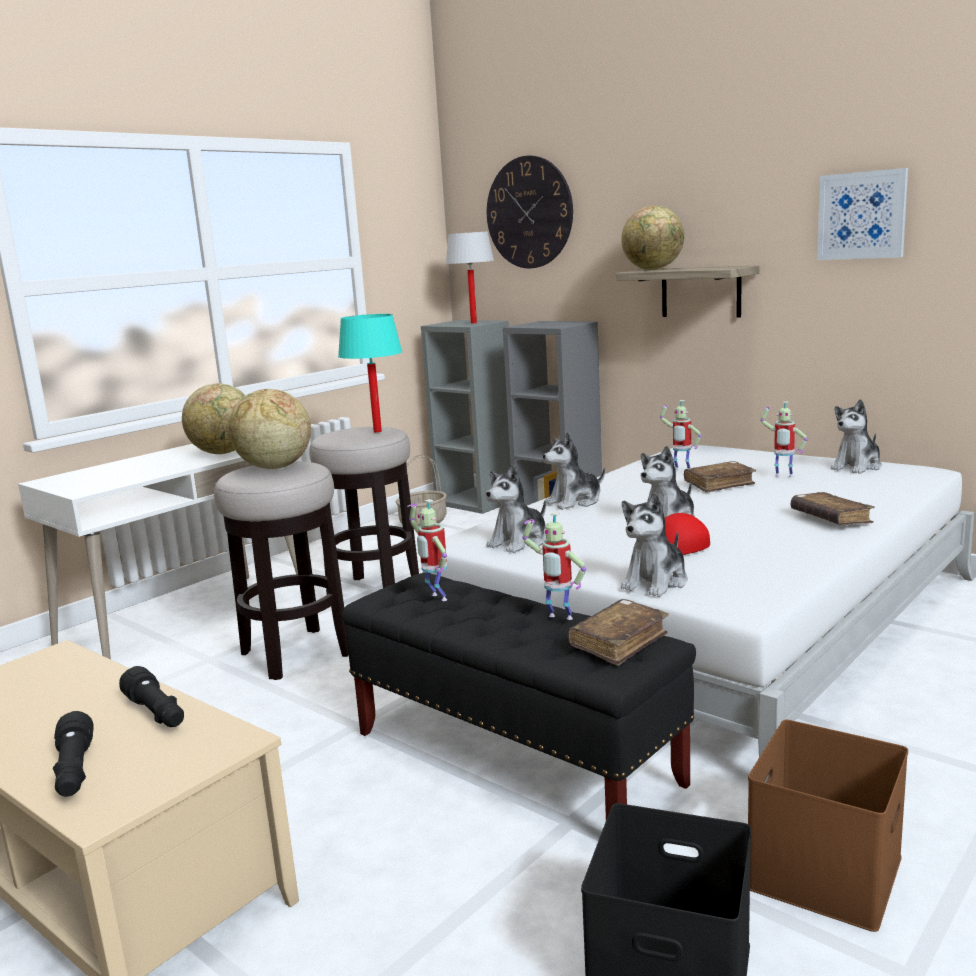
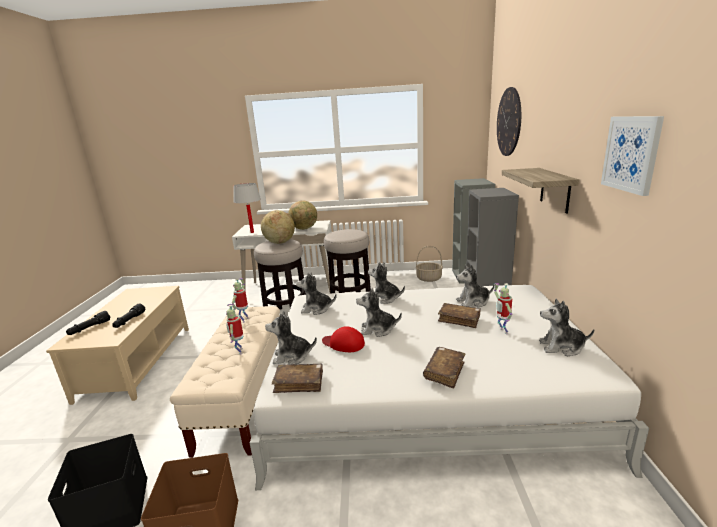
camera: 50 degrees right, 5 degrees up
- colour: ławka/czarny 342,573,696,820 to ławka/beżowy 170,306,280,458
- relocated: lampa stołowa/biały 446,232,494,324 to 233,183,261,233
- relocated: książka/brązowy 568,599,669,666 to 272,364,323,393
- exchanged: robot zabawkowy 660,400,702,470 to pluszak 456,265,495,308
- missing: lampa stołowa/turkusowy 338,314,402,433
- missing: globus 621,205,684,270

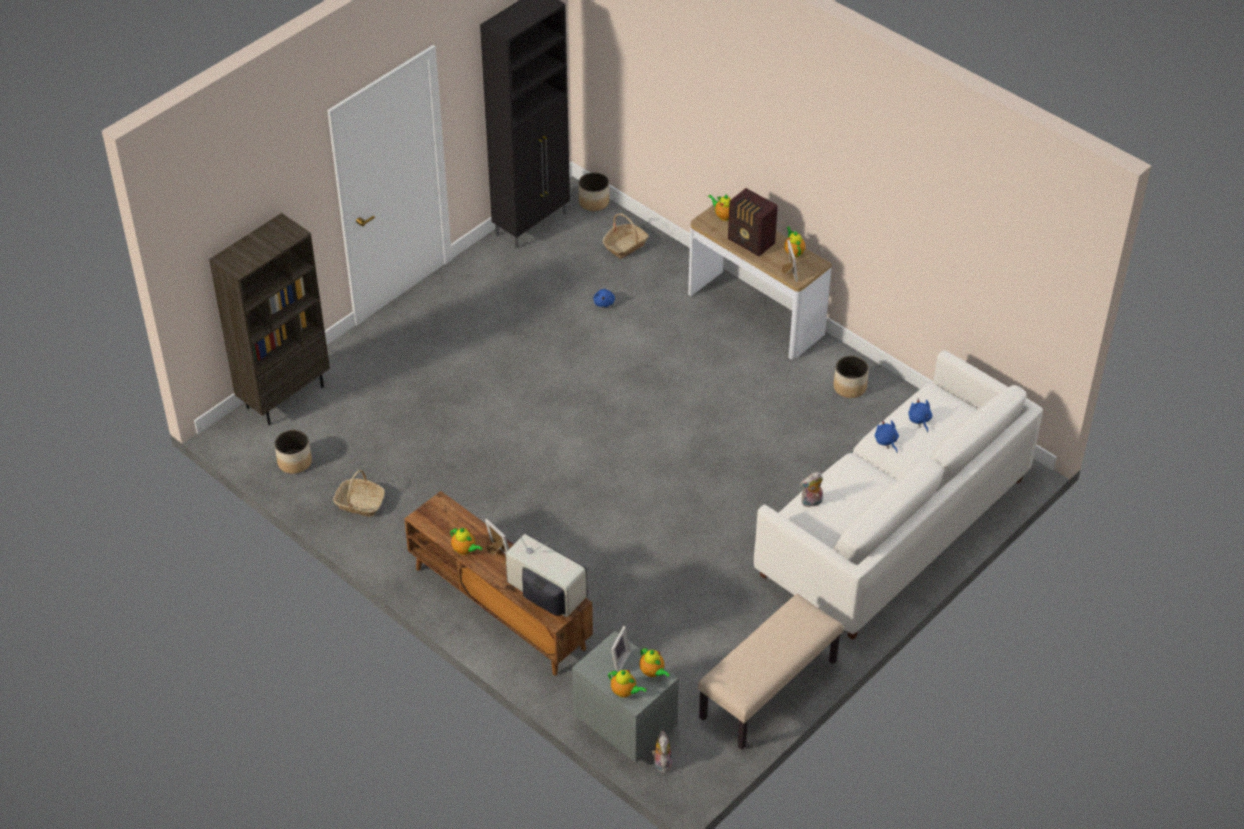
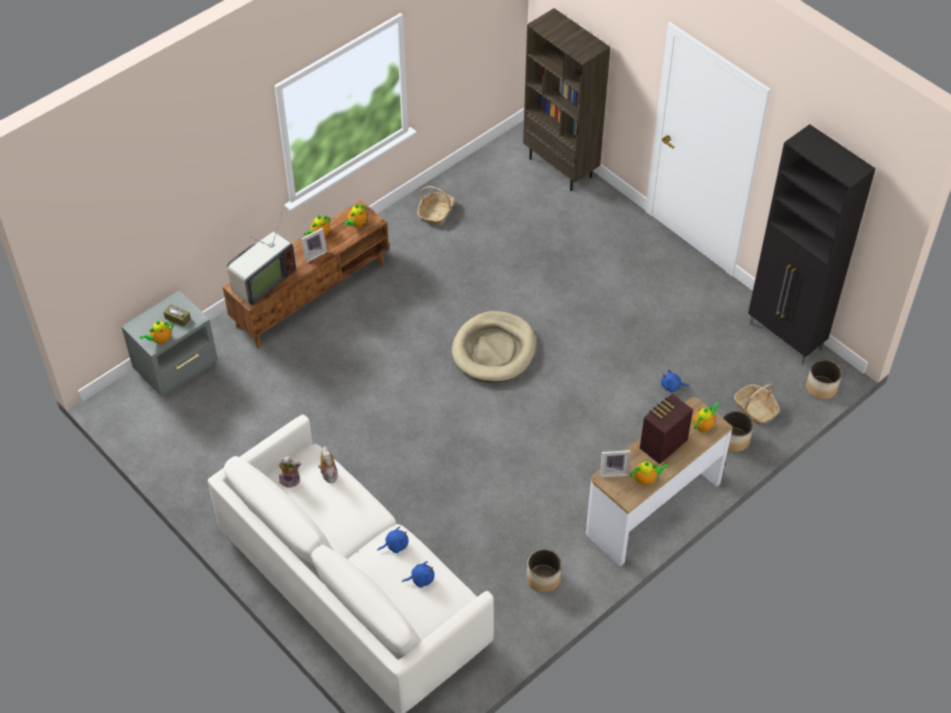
camera: 95 degrees right, 5 degrees up
- exchanged: ramka na zdjęcie 611,626,631,672 to pudełko chusteczek/brązowy 163,304,191,327
- relocated: pluszak 652,730,672,774 to 278,457,301,488
- relocated: imbryk 608,669,647,698 to 344,204,367,228
- appeared: legowisko/beżowy 452,311,536,382
- relocated: donica 274,430,312,474 to 723,411,753,452
- missing: ławka/beżowy 698,594,843,750

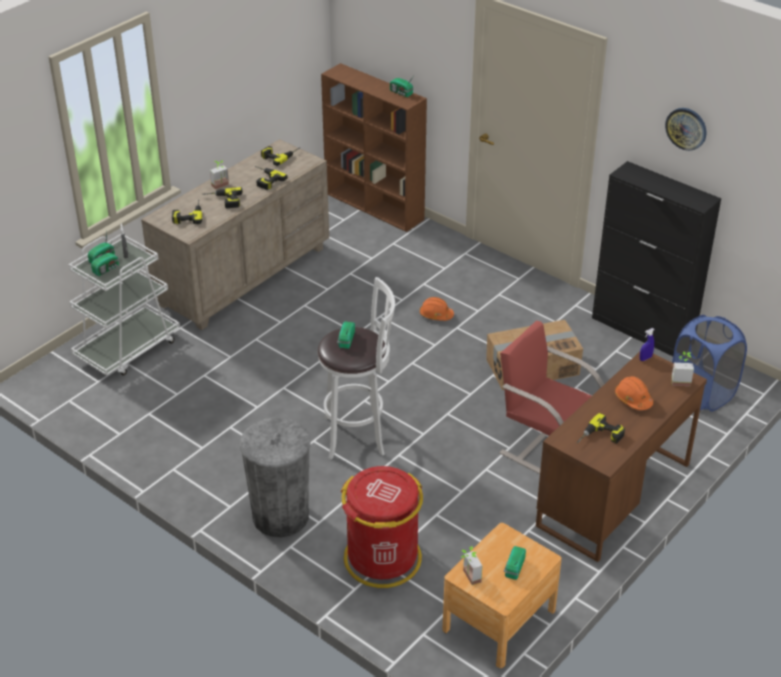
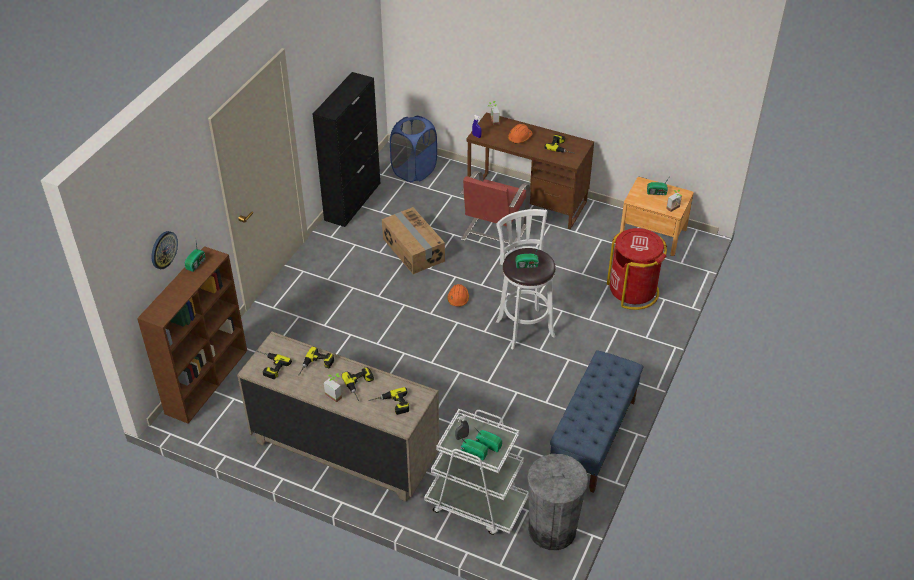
camera: 105 degrees left, 5 degrees up
- relocated: zegar ścienny 665,108,706,151 to 151,231,178,269
- relocated: kask/pomarańczowy 420,297,454,321 to 448,284,469,307
- relocated: kosz na śmieci/szary 240,417,311,537 to 527,454,588,550
- appeared: ławka/niebieski 550,350,643,493

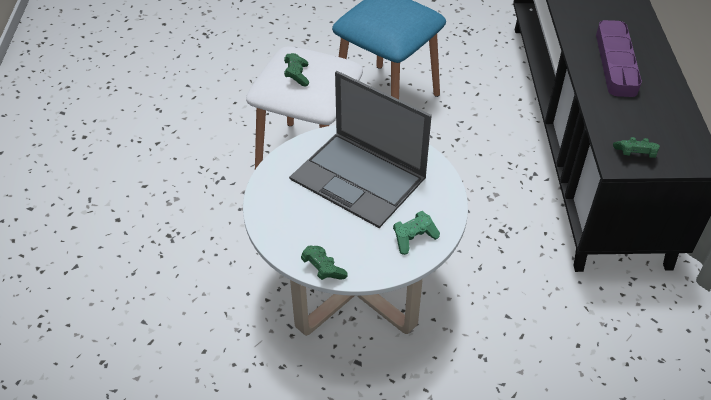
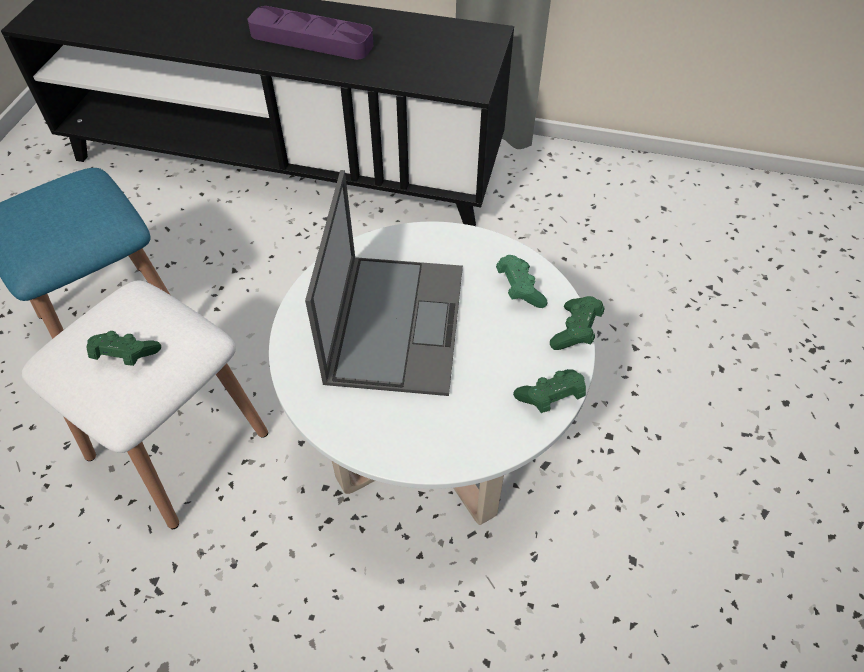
camera: 75 degrees left, 5 degrees up
- spun: laptop 289,71,432,228 = 305,170,463,396 45 degrees counterclockwise
- relocated: pad do gier/zielony 613,137,660,158 to 550,296,604,350

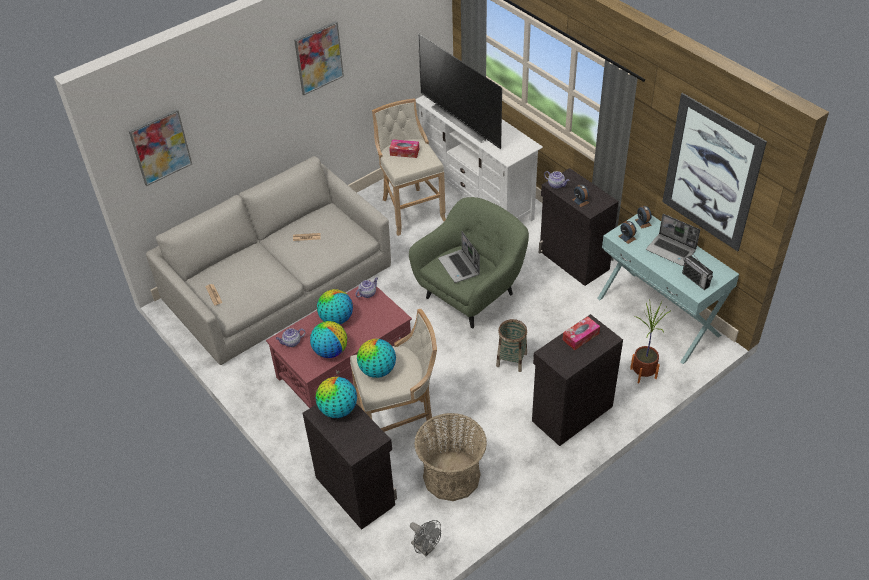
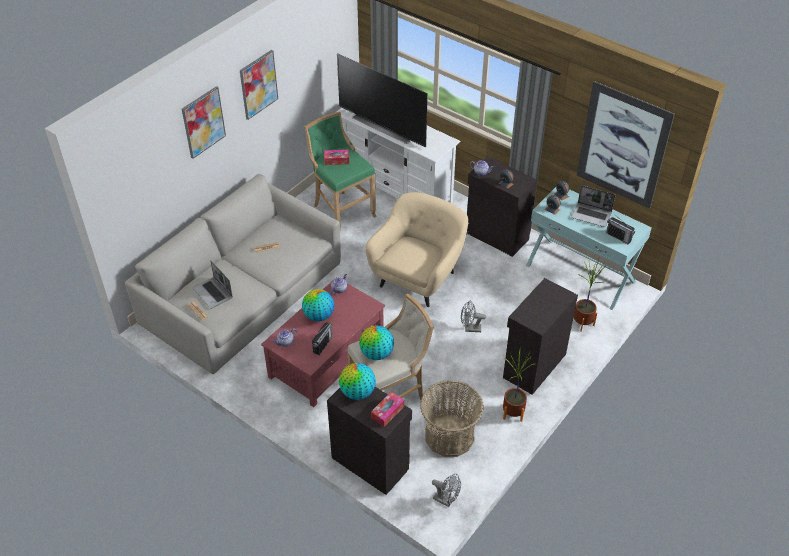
camera: 15 degrees left, 0 degrees up
- relocated: obraz 129,109,192,186 to 182,86,226,159
- relocated: laptop 438,231,480,283 to 193,260,233,309
- colour: stołek/beżowy 372,98,446,236 to stołek/zielony 305,112,377,228
- exchanged: globus 310,321,347,358 to radio 312,322,333,355
- colour: fotel/zielony 409,197,529,328 to fotel/beżowy 365,192,468,307
- relocated: pudełko chusteczek 563,316,600,350 to 371,392,404,427
- exchanged: koszyk 496,319,527,372 to wentylator/szary 461,300,486,332
- appeared: roślina doniczkowa 503,346,537,422

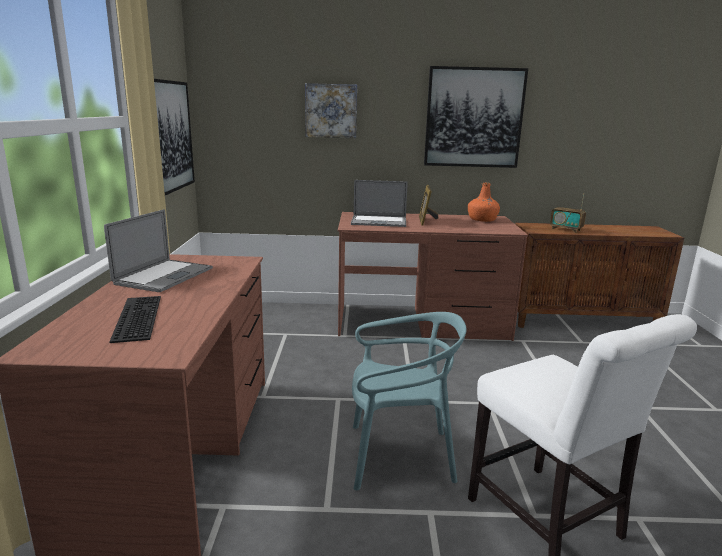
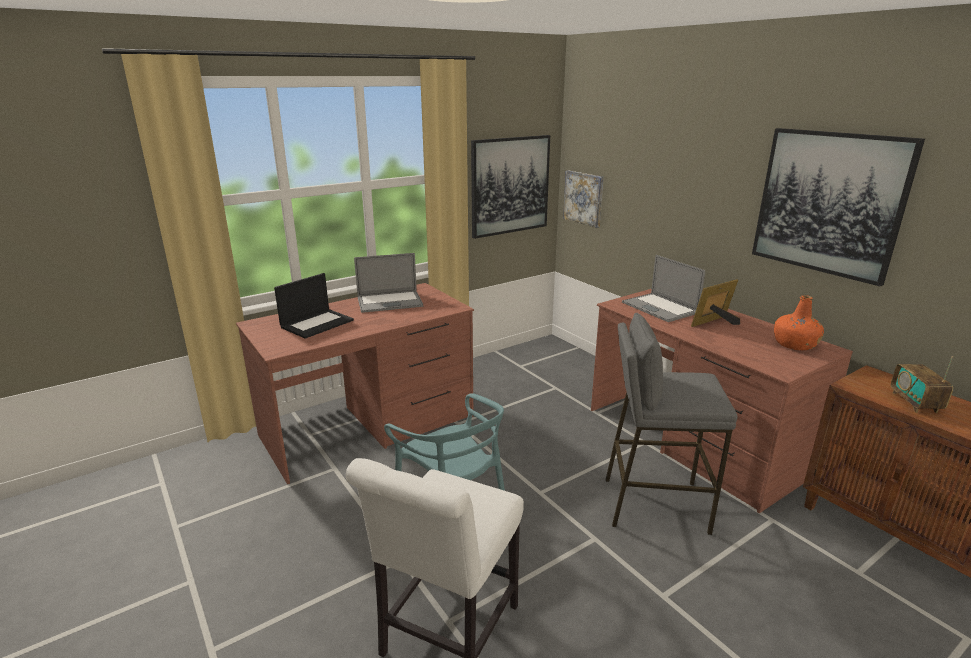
camera: 55 degrees right, 5 degrees up
- exchanged: klawiatura 109,296,161,343 to laptop 274,273,354,339
- relocated: obraz 305,83,357,138 to 563,170,604,228
- appeared: stołek/szary 605,313,737,535

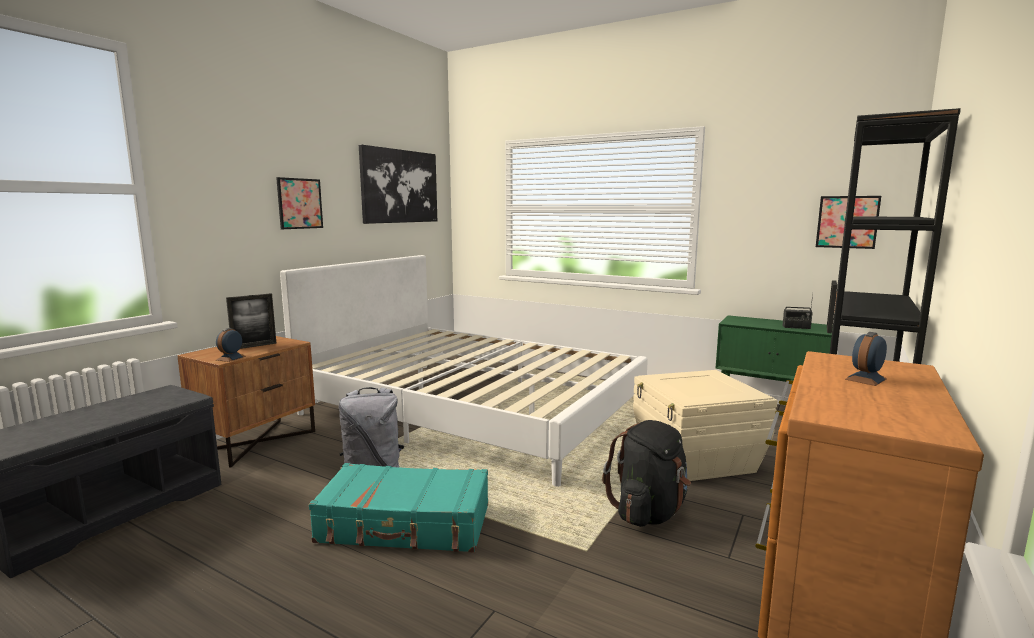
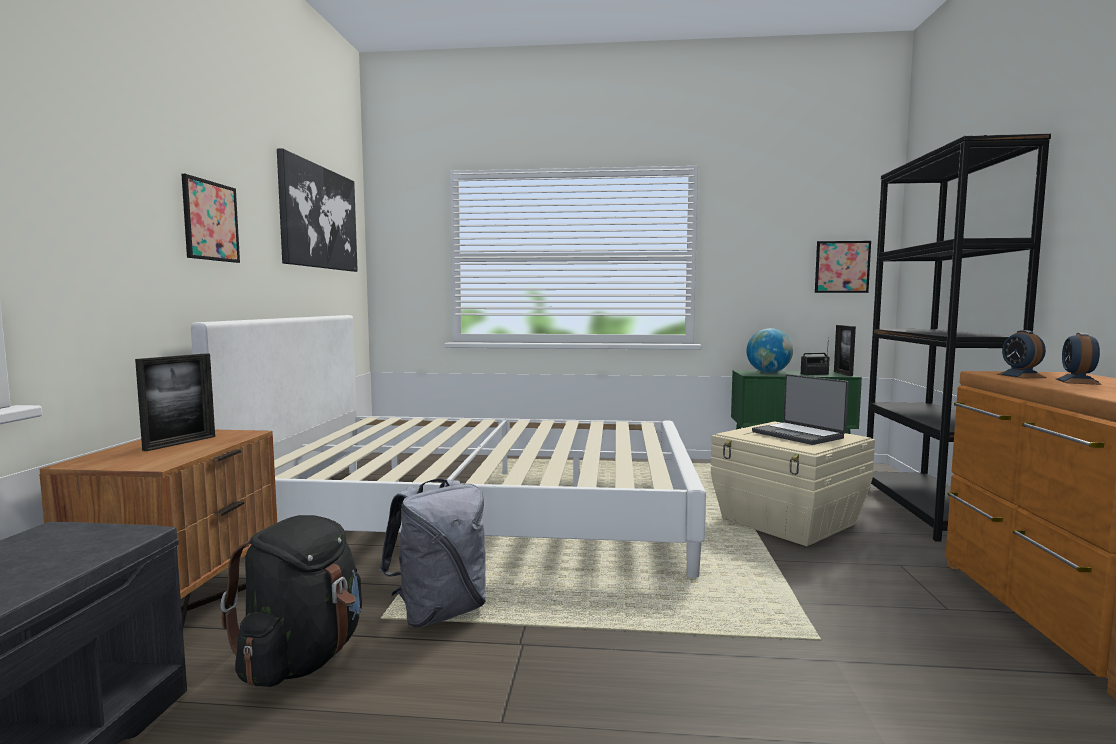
camera: 25 degrees left, 5 degrees down
- relocated: plecak/czarny 602,420,691,527 to 220,515,362,687
- appeared: globus 746,328,793,373
- appeared: laptop 752,374,849,445
- relocated: budzik 216,328,246,362 to 997,330,1047,378
- missing: walizka/turkusowy 309,463,488,553

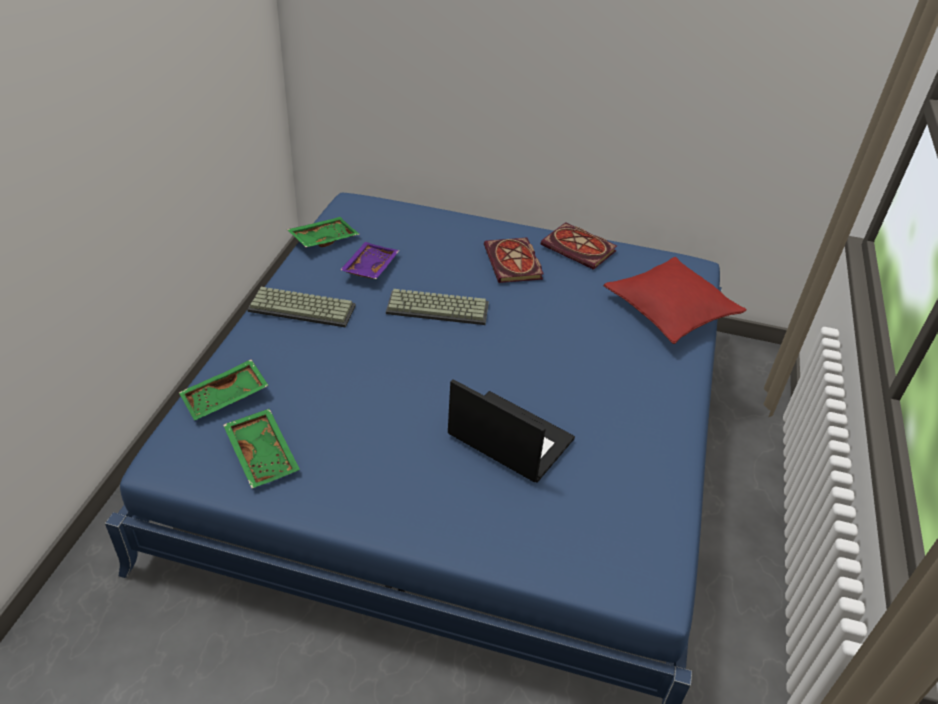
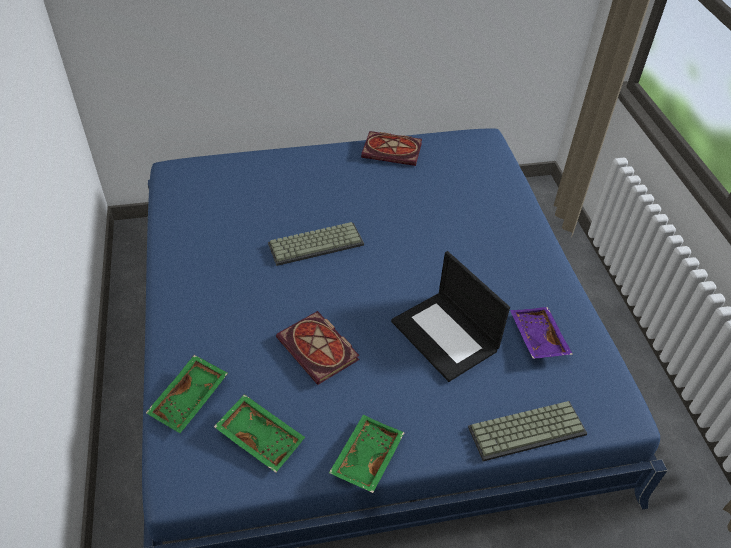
camera: 25 degrees left, 5 degrees up
- relocated: książka 484,238,544,283 to 276,311,359,385
- relocated: taca/zielony 287,217,359,247 to 329,415,404,493
- spun: laptop 448,379,575,483 = 391,251,510,382 135 degrees counterclockwise
- relocated: klawiatura 247,287,356,328 to 468,401,588,461
- relocated: taca/fioletowy 340,242,399,279 to 510,307,573,359
- missing: poduszka/czerwony 603,257,747,344

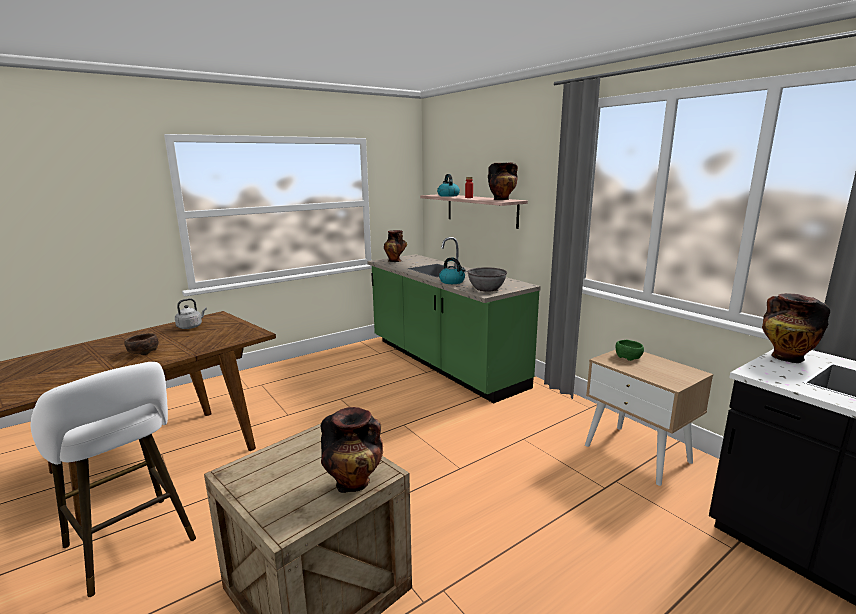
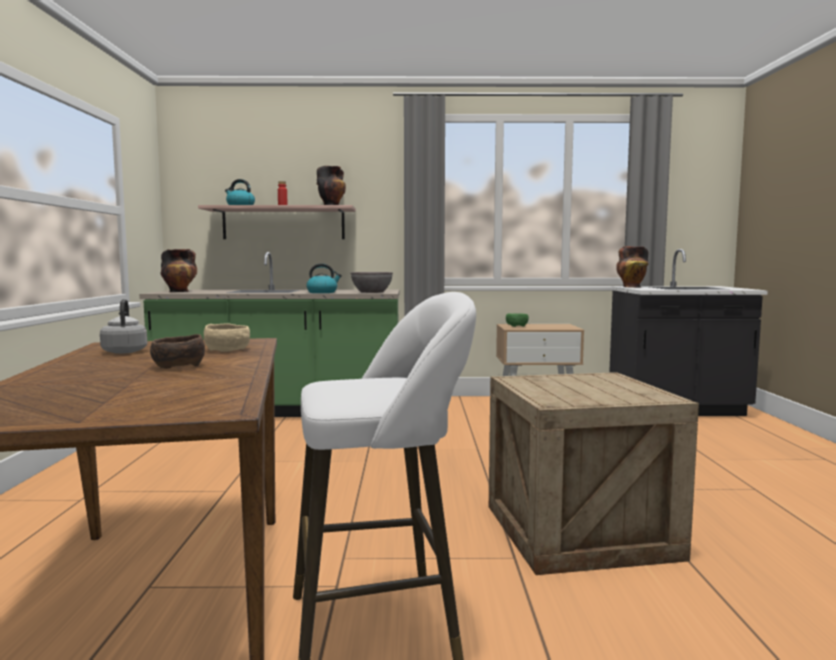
camera: 55 degrees left, 10 degrees down
- appeared: miska/beżowy 204,323,250,352
- missing: wazon 321,407,383,493

